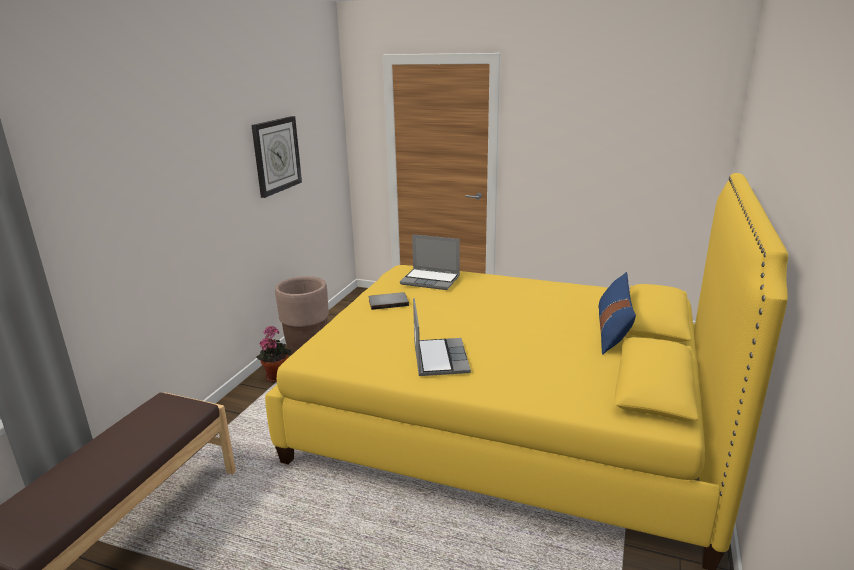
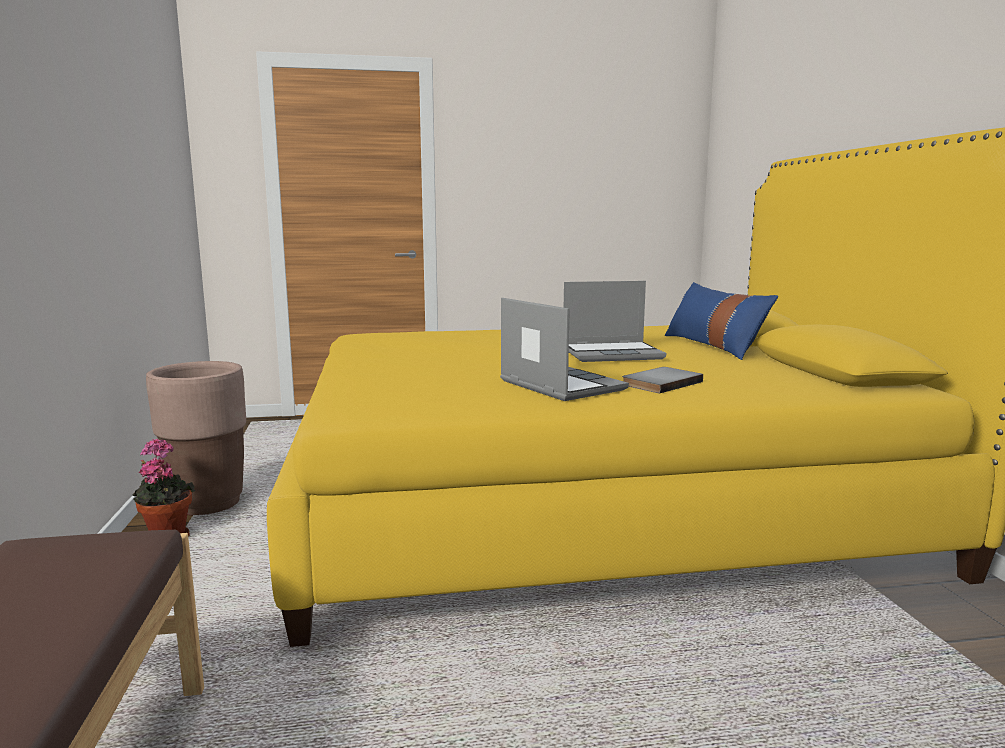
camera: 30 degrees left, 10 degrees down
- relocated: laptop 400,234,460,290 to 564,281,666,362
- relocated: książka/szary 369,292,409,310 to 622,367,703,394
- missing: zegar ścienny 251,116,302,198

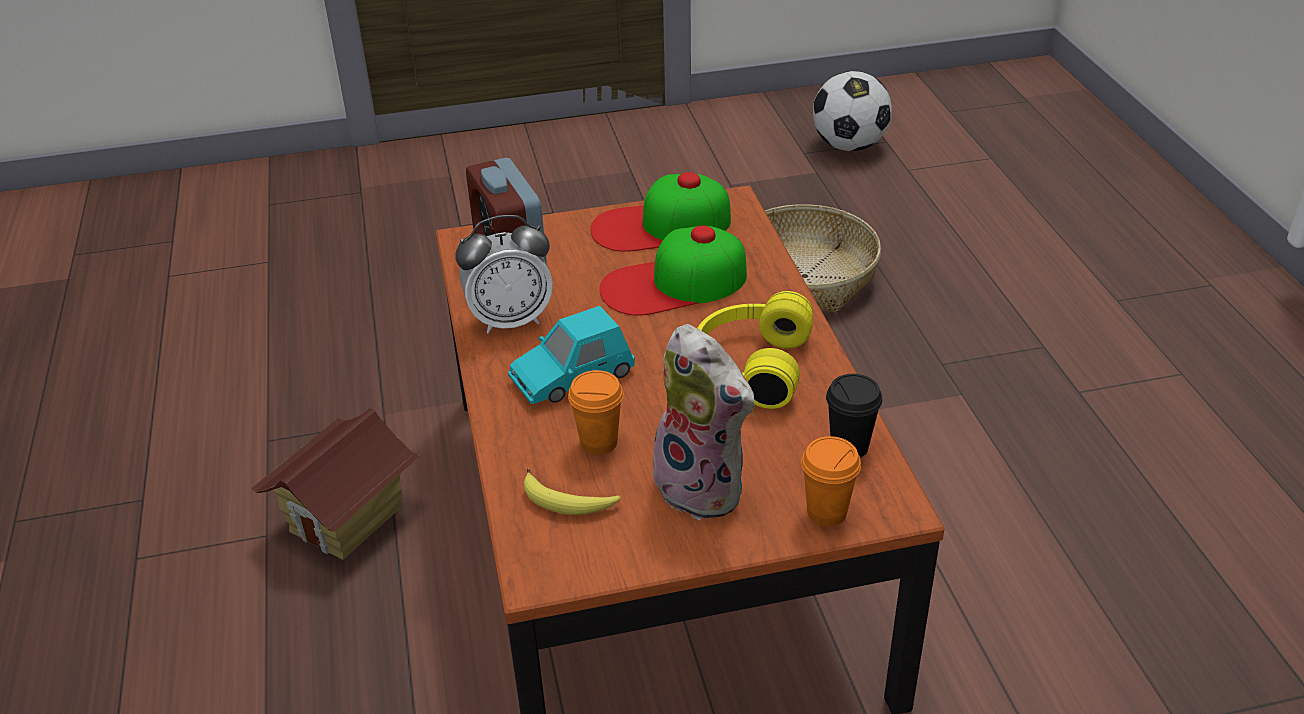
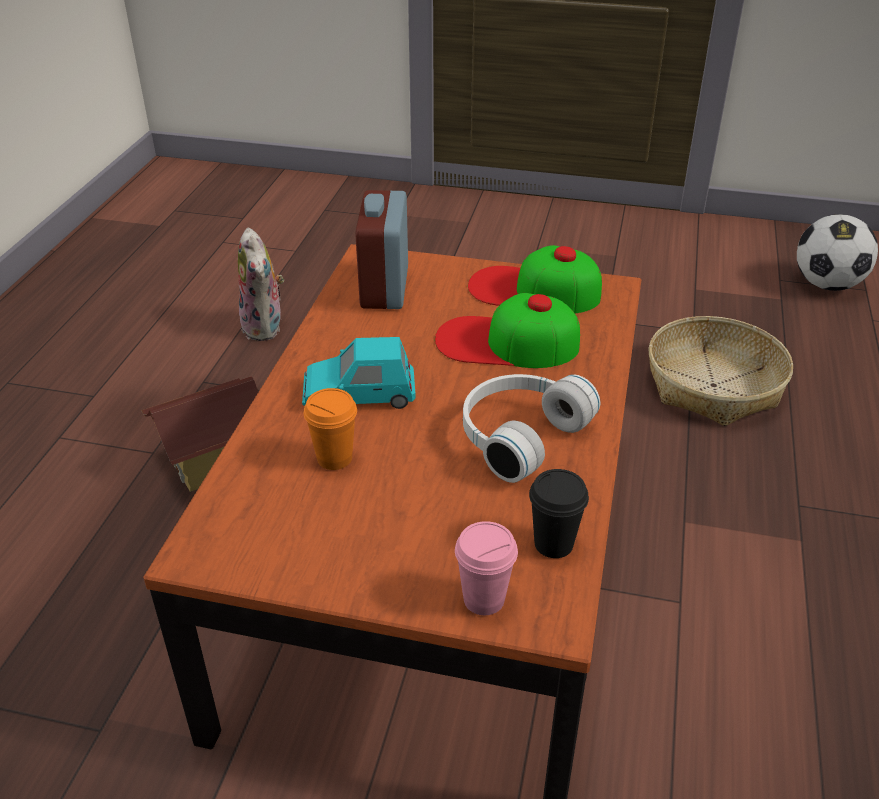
camera: 25 degrees right, 0 degrees up
- relocated: pluszak 645,324,755,520 to 238,228,284,341
- colour: filiżanka/pomarańczowy 801,436,861,526 to filiżanka/różowy 455,521,518,615
- colour: słuchawki/żółty 698,291,813,409 to słuchawki/biały 463,374,600,483
- missing: budzik 455,215,553,334
- missing: banan 524,468,621,515

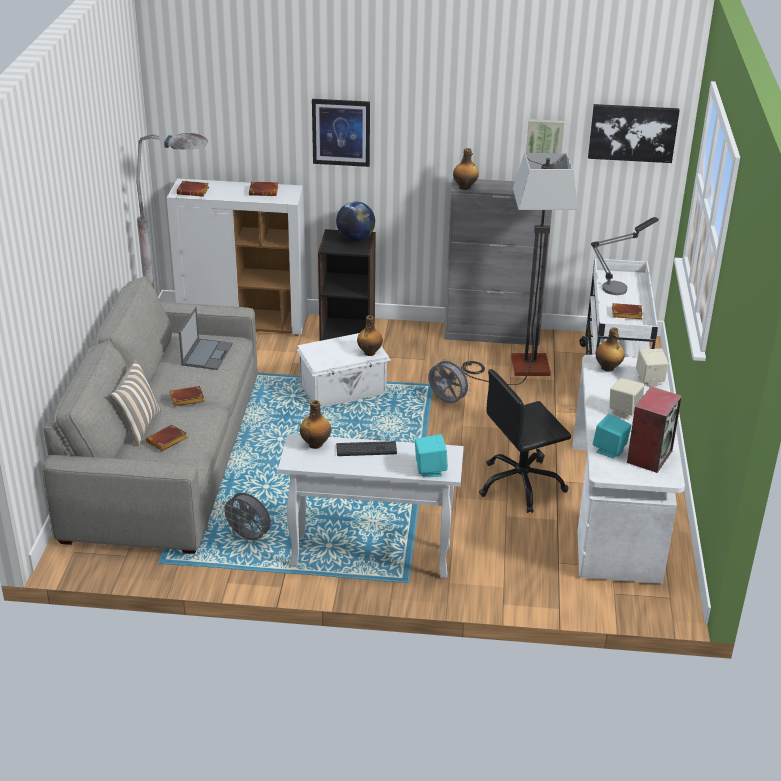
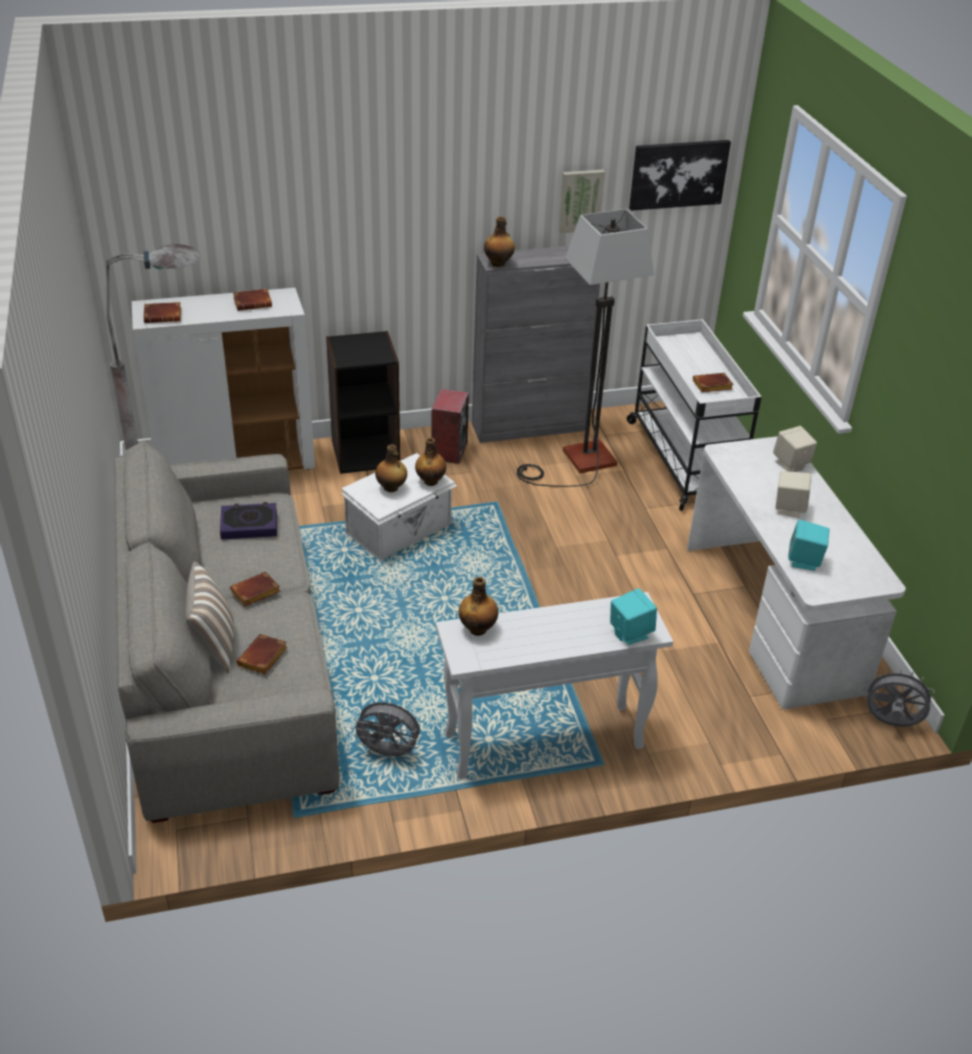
camera: 20 degrees left, 5 degrees up
- exchanged: laptop 179,307,233,370 to książka 220,502,277,540
- relocated: butelka 596,327,625,372 to 375,444,407,492
- relocated: głośnik 627,386,682,473 to 431,389,469,464
- relocated: wentylator/szary 428,358,472,403 to 864,668,936,727
- missing: obraz 312,99,370,167
- missing: globus 336,201,375,241
- missing: klawiatura 336,441,397,456
- missing: krzesło biurowe/czarny 479,369,571,513
- missing: lampa stołowa 591,217,659,295

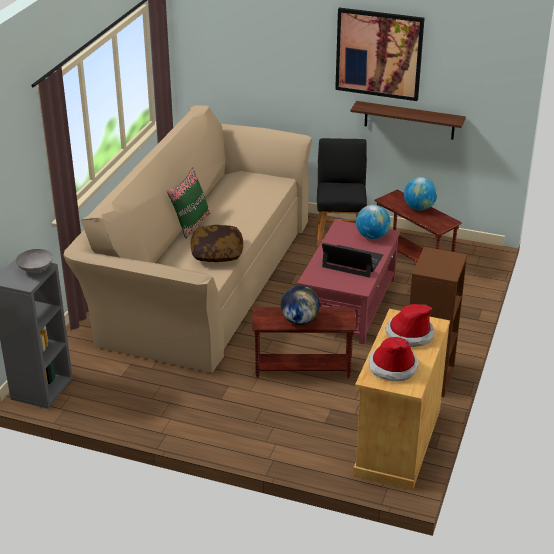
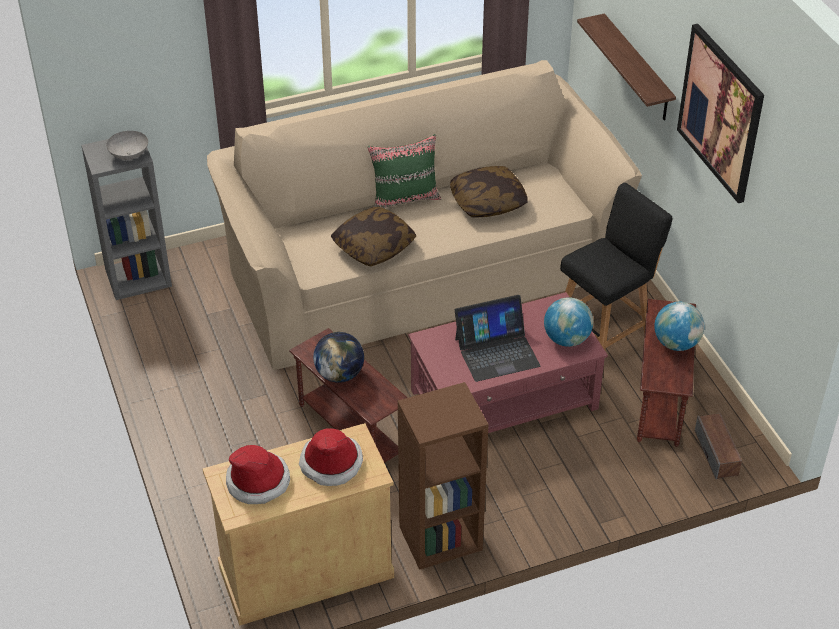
camera: 50 degrees right, 10 degrees up
- appeared: poduszka 450,166,528,218
- spun: laptop 322,243,383,277 = 455,295,541,382 90 degrees clockwise
- relocated: półka 350,101,466,139 to 577,13,676,120
- appeared: głośnik 695,413,742,479

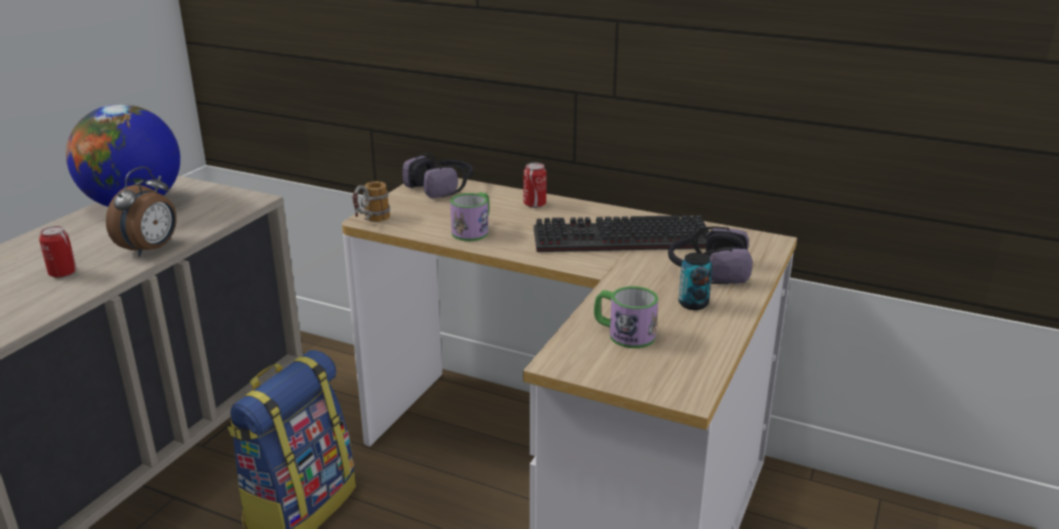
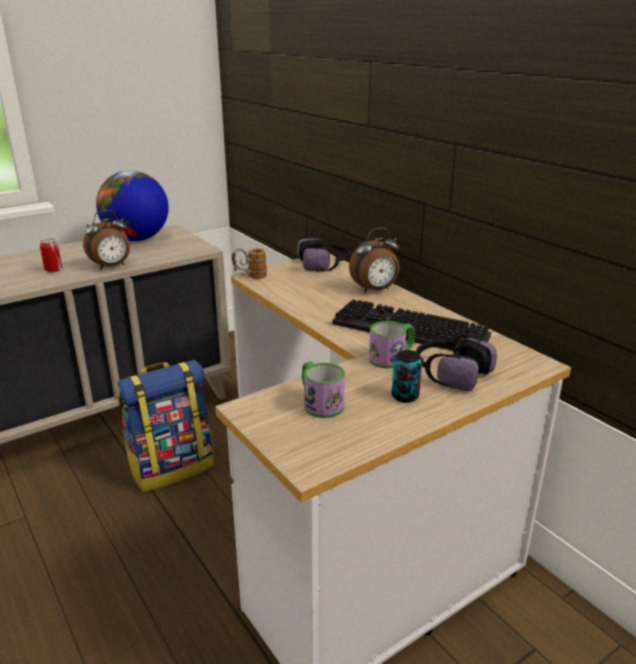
camera: 30 degrees right, 0 degrees up
- exchanged: puszka 524,163,546,208 to budzik 349,228,400,293
- relocated: kubek 450,192,490,241 to 369,321,415,368

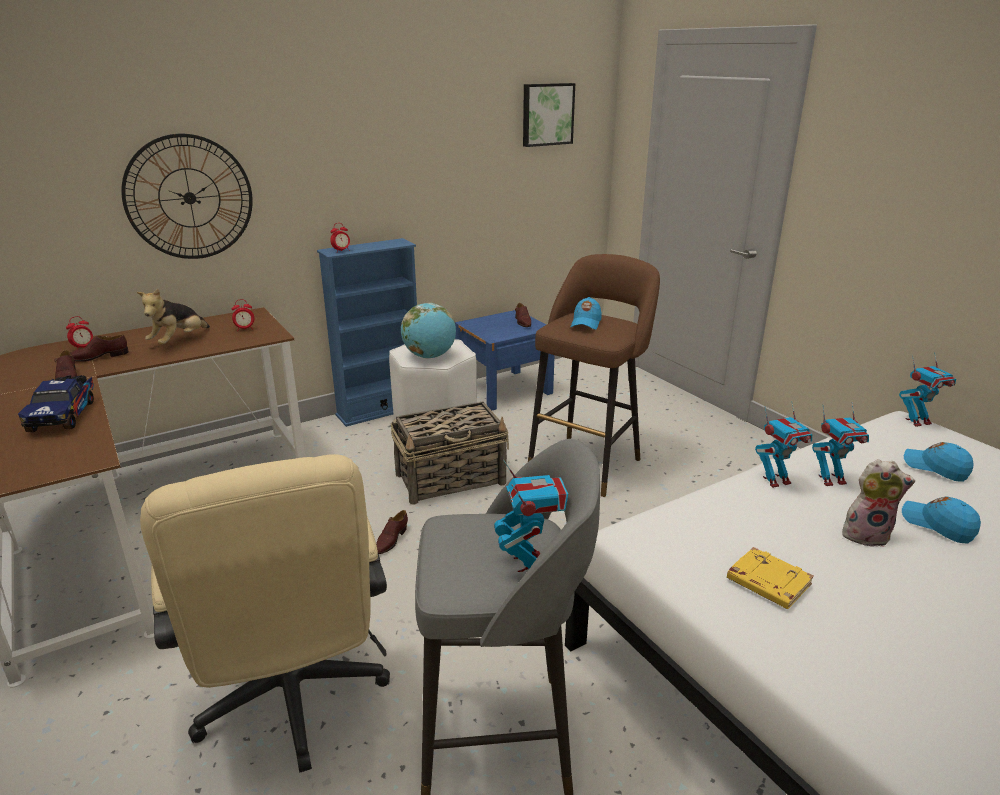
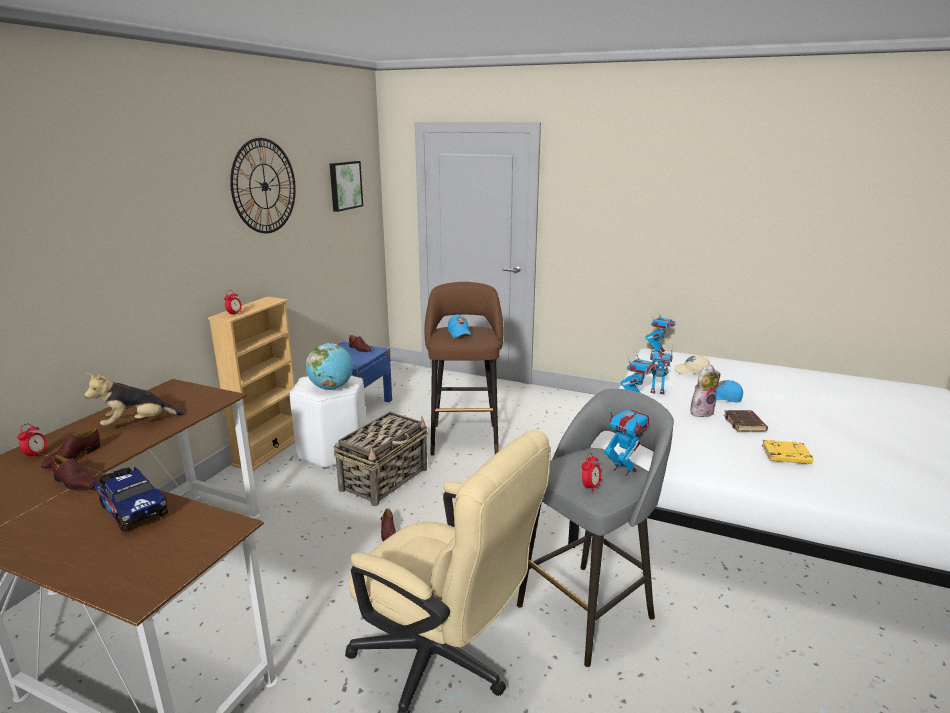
camera: 35 degrees left, 5 degrees down
- spun: pluszak 137,289,210,345 = 84,373,185,426 75 degrees clockwise
- colour: regał/niebieski 317,238,417,427 to regał/beżowy 208,297,295,471
- relocated: zegar ścienny 121,134,253,259 to 230,138,296,233
- relocated: budzik 232,299,254,330 to 582,453,601,493
- spun: robot zabawkowy 812,402,869,486 = 650,343,673,394 60 degrees clockwise
- colour: czapka z daszkiem/niebieski 904,442,973,481 to czapka z daszkiem/beżowy 674,355,710,374
- appeared: książka/brązowy 724,410,768,432
- relocated: książka/żółty 727,547,814,609 to 762,440,813,464

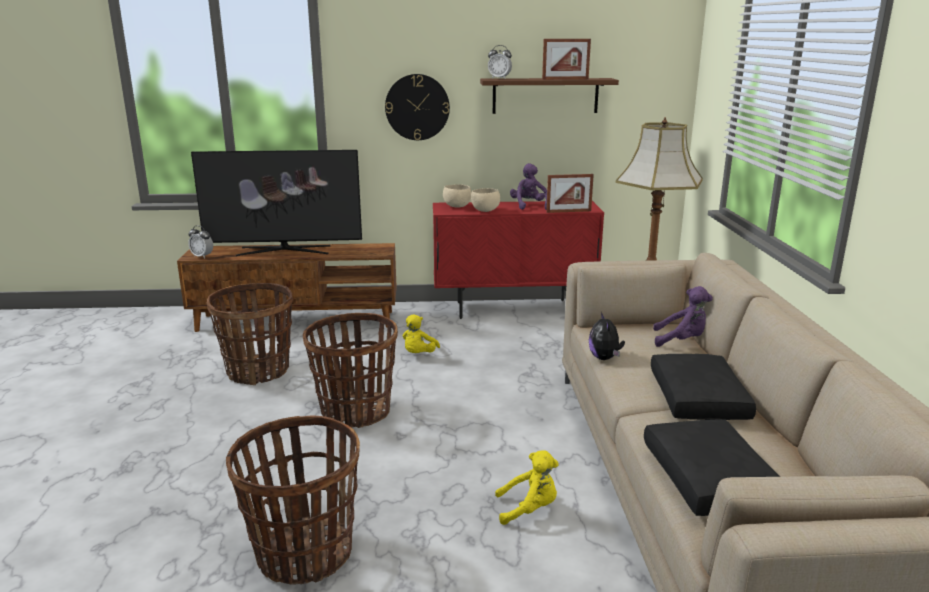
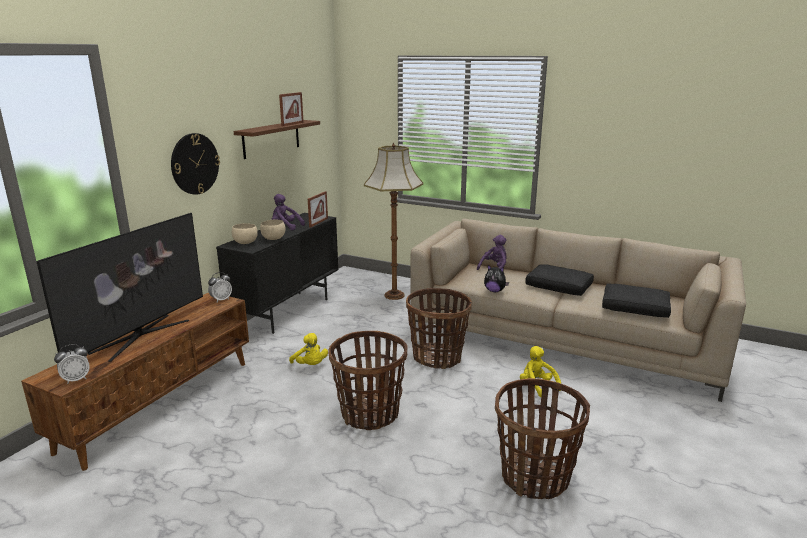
camera: 60 degrees left, 0 degrees up
- relocated: budzik 488,45,512,79 to 208,272,232,302
- colour: szafka/czerwony 433,201,604,319 to szafka/czarny 216,213,338,334
- relocated: koszyk 207,283,293,385 to 406,288,472,369
- spun: pluszak/żółty 495,451,558,525 = 520,346,561,397 60 degrees counterclockwise

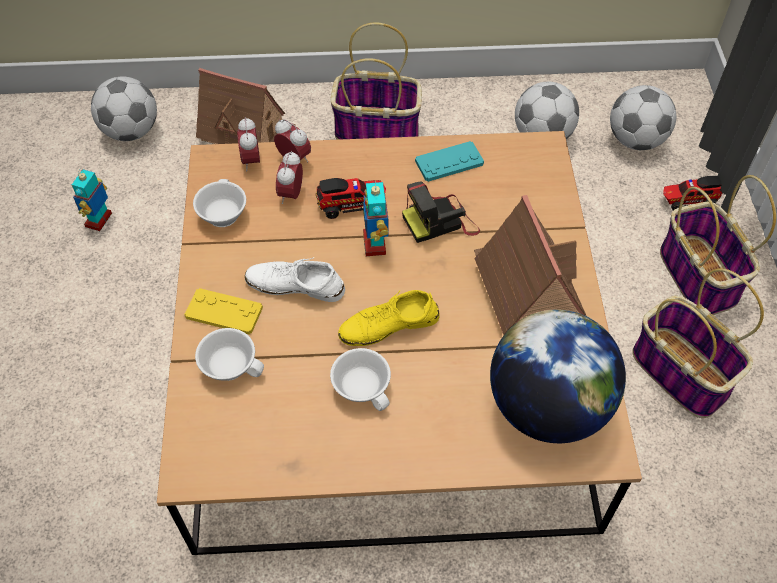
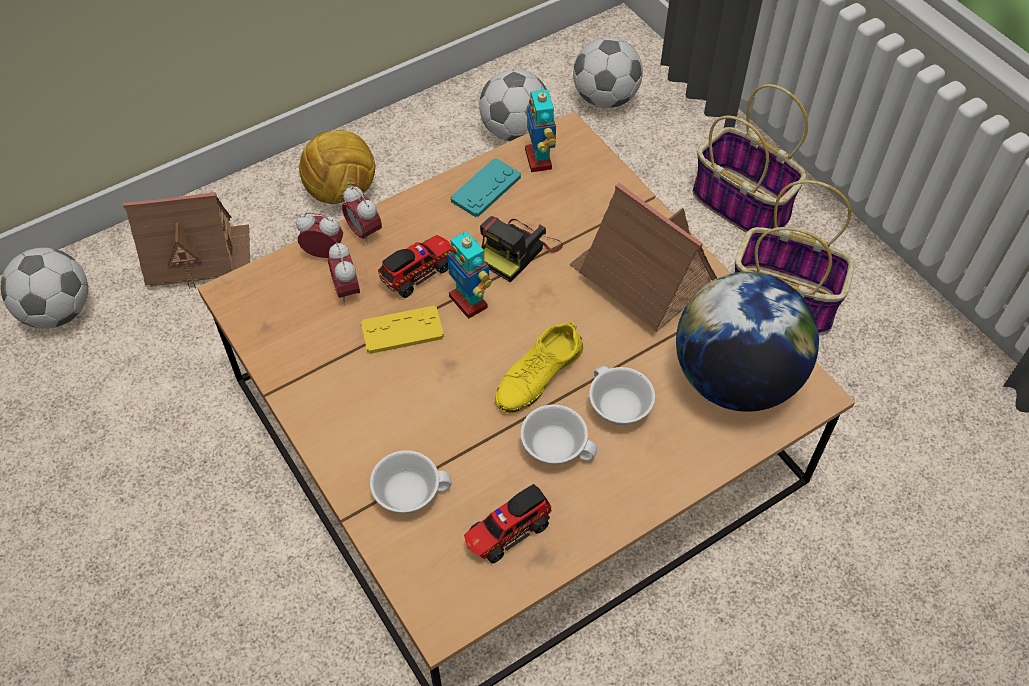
camera: 30 degrees left, 0 degrees up
- exchanged: koszyk 330,23,422,140 to piłka futbolowa 299,130,375,204
- relocated: budzik 237,117,260,171 to 342,186,382,245
- relocated: pad do gier/żółty 184,288,263,335 to 361,306,444,354
- relocated: ciężarówka zabawkowa 663,176,722,211 to 464,484,551,563
- relocated: robot zabawkowy 72,168,112,231 to 525,86,556,172
- relocated: filiżanka/biały 193,179,246,227 to 589,366,655,425
- missing: but/biały 245,257,345,302

